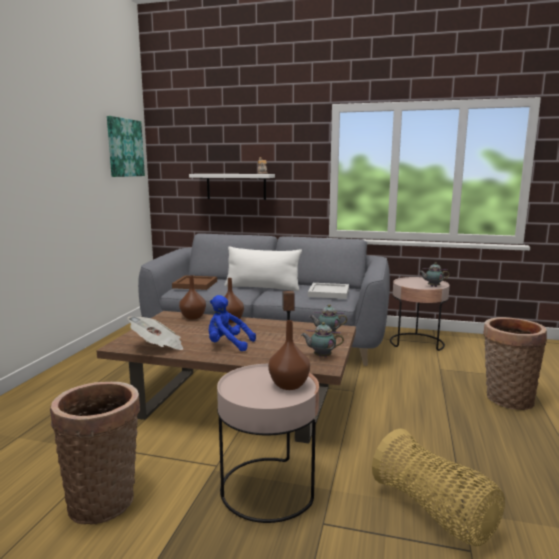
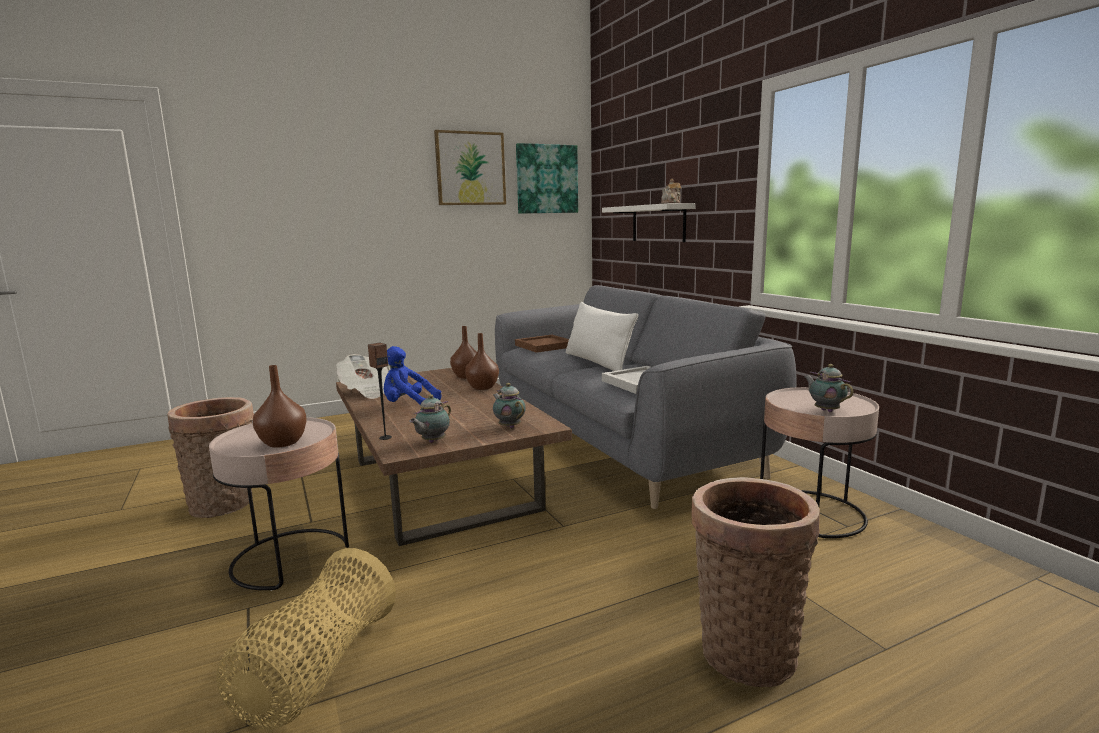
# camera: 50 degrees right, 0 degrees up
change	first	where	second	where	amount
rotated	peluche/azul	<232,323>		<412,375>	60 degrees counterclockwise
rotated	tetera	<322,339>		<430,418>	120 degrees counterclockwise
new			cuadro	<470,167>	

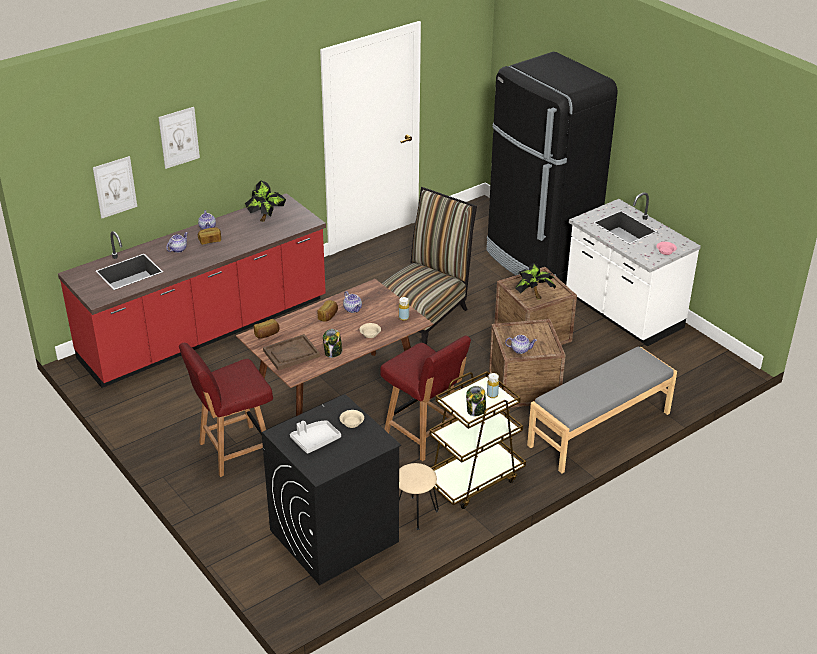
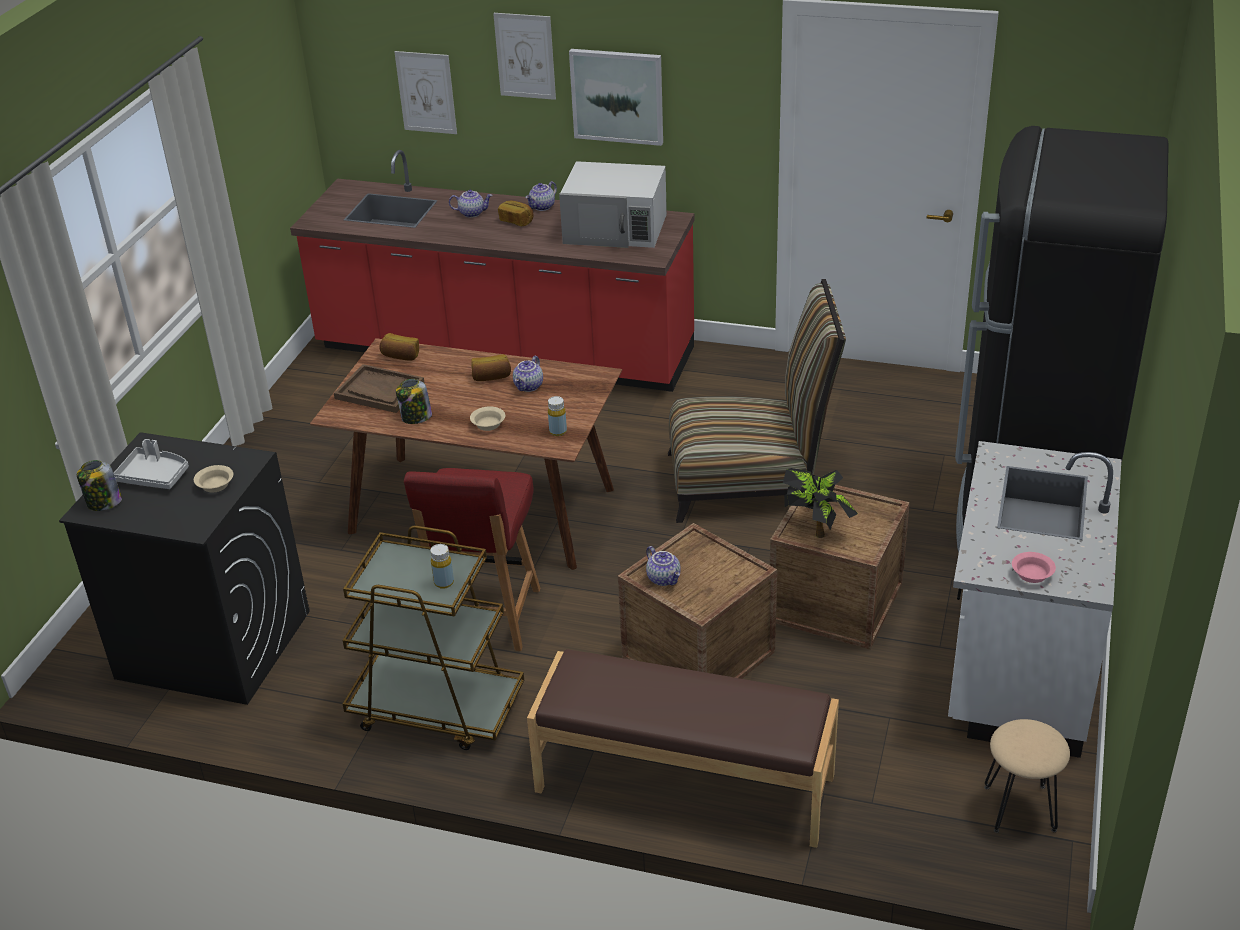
# camera: 55 degrees right, 0 degrees up
change	first	where	second	where	amount
shifted	tarro	<476,401>		<99,485>	
repainted	banco/gris	<602,409>	banco/marrón	<683,748>	
swapped	planta en maceta	<265,201>	microondas/blanco	<613,204>	
new			cuadro	<616,97>	
shifted	taburete/beis	<419,496>		<1027,776>	
gone	silla/rojo	<226,410>			

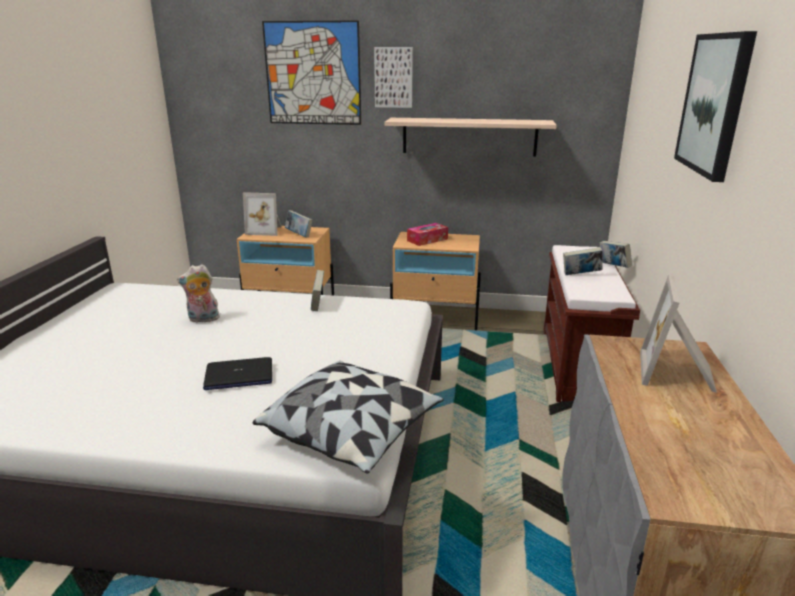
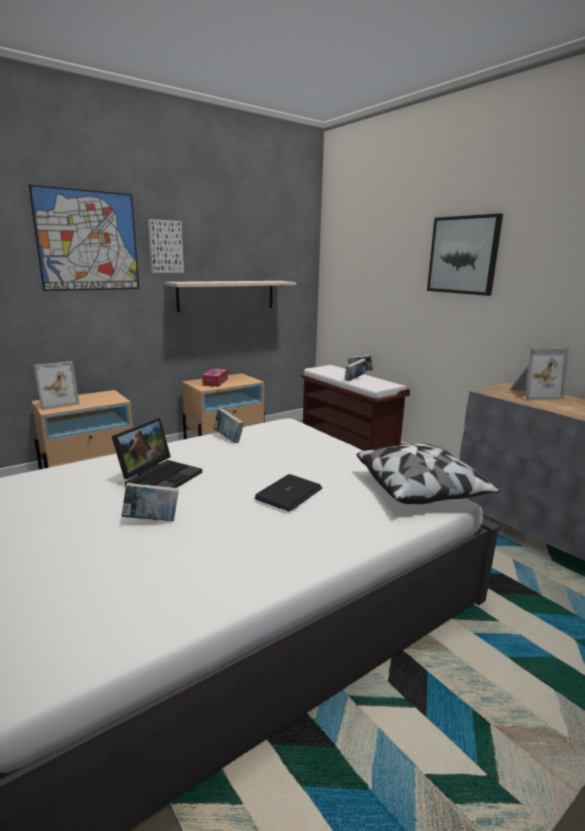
# camera: 45 degrees left, 5 degrees down
change	first	where	second	where	amount
swapped	peluche	<198,293>	portátil	<157,453>	
shifted	libro	<298,223>		<150,502>	
rotated	portarretratos	<678,334>		<539,373>	75 degrees counterclockwise

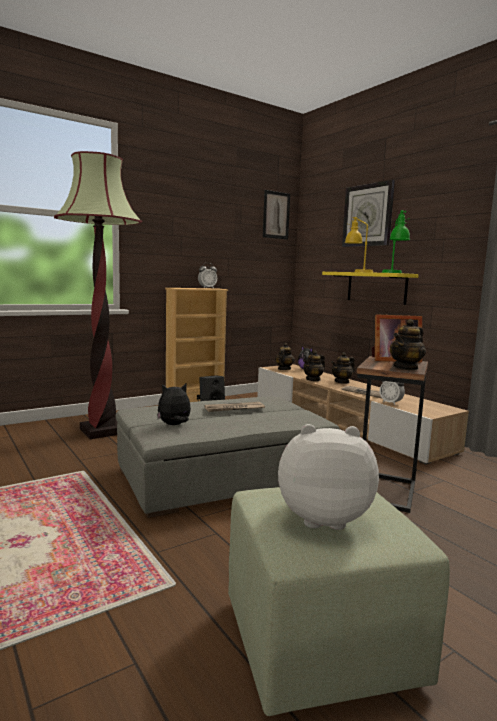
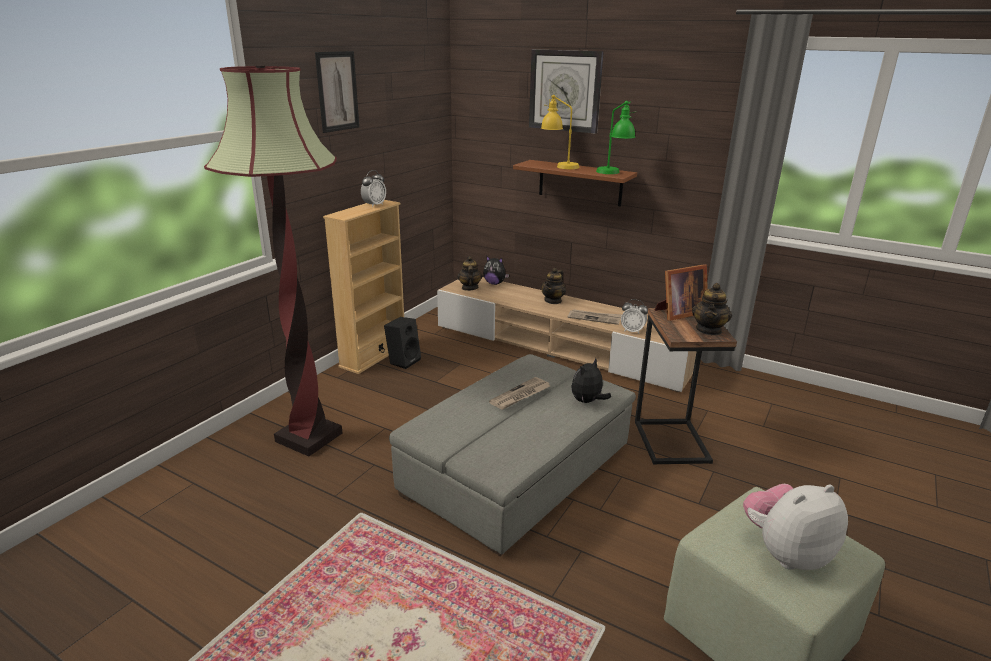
# camera: 25 degrees left, 15 degrees up
change	first	where	second	where	amount
shifted	cuadro	<276,215>		<337,92>	
repainted	estante/amarillo	<370,288>	estante/marrón	<575,183>	
shifted	peluche	<174,404>		<591,380>	
gone	tetera	<314,365>			

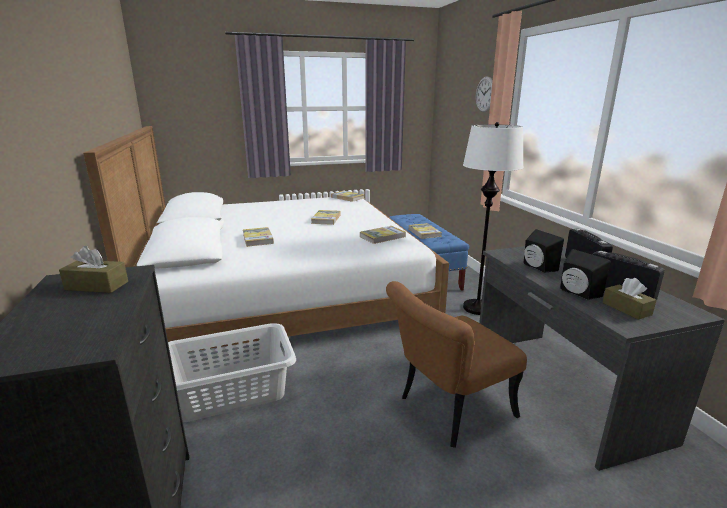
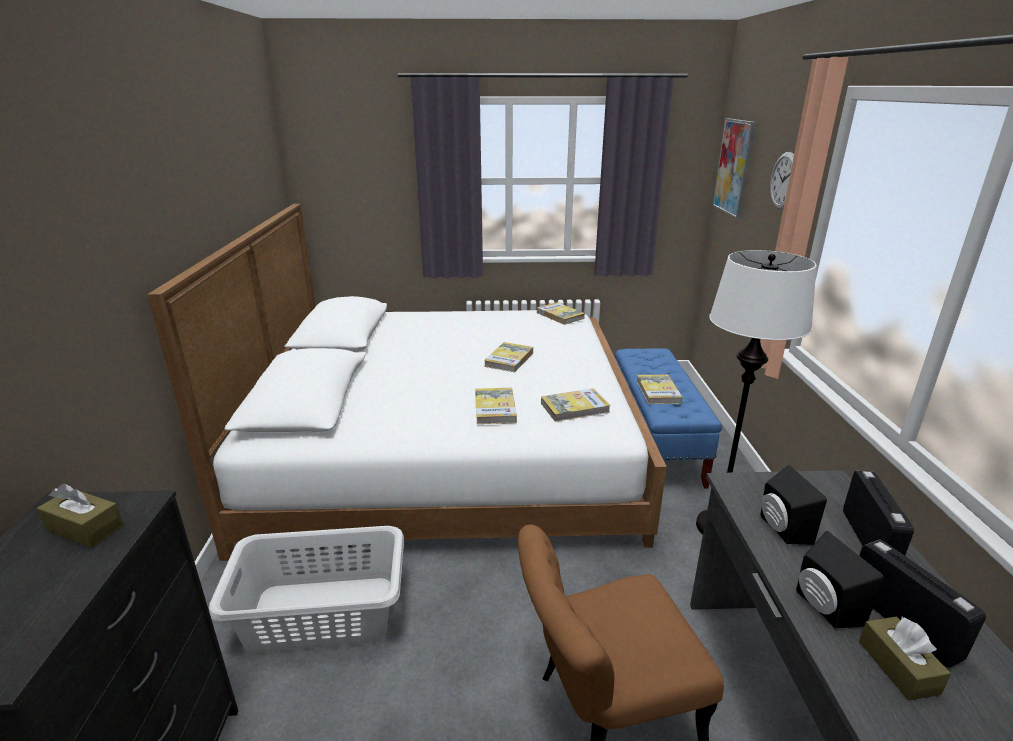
# camera: 15 degrees right, 5 degrees up
change	first	where	second	where	amount
shifted	libro	<258,237>		<496,406>	
new			cuadro	<734,168>	

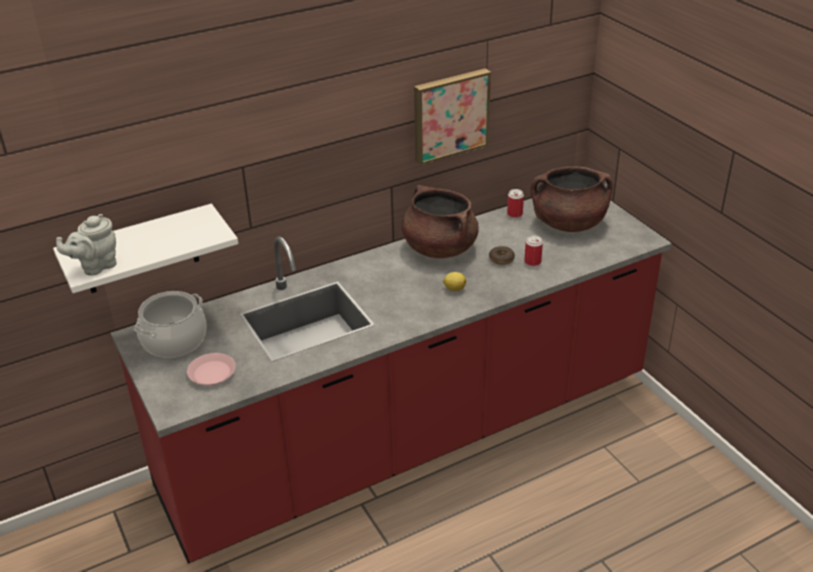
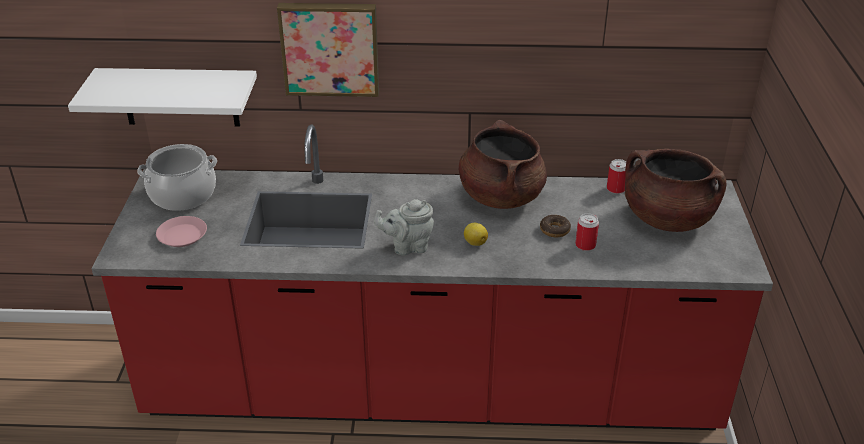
# camera: 30 degrees right, 0 degrees up
change	first	where	second	where	amount
shifted	cuadro	<452,116>		<328,50>	
shifted	tetera/gris	<86,245>		<404,227>	

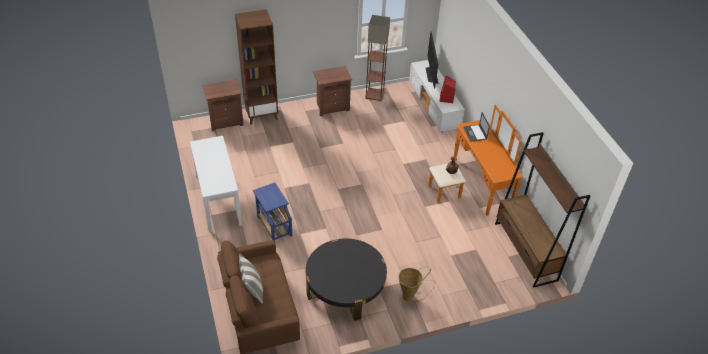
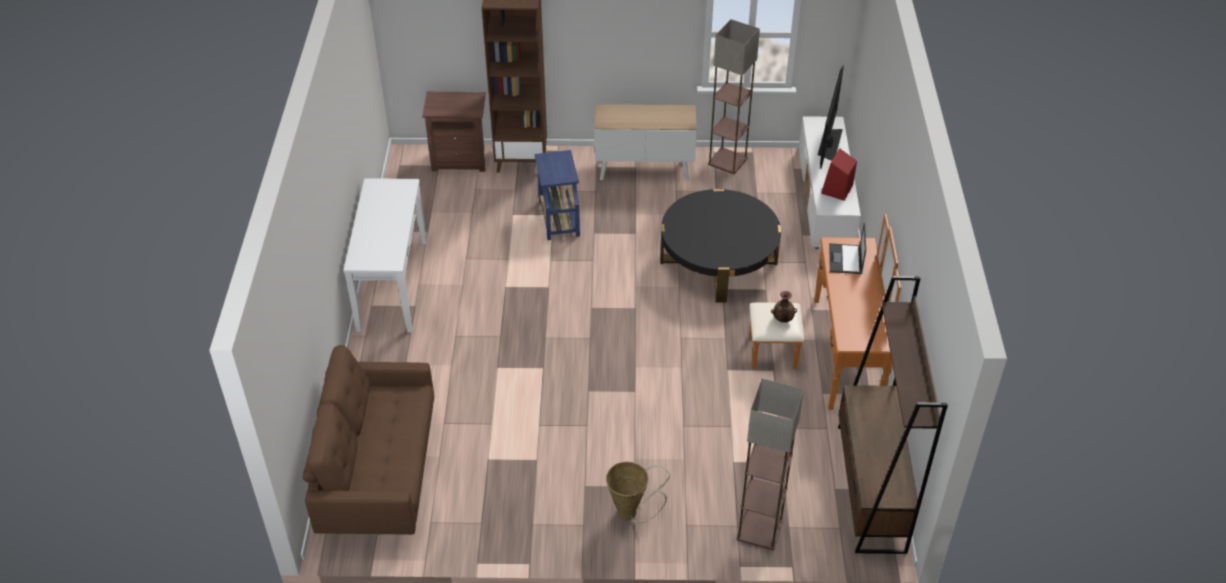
# camera: 20 degrees right, 0 degrees up
change	first	where	second	where	amount
shifted	mesa auxiliar/azul	<272,212>		<557,195>	
swapped	mesita de noche/marrón	<332,91>	armario	<646,142>	
shifted	mesa de centro/negro	<346,279>		<720,246>	
new			lámpara de pie	<770,464>	
gone	cojín	<251,278>			

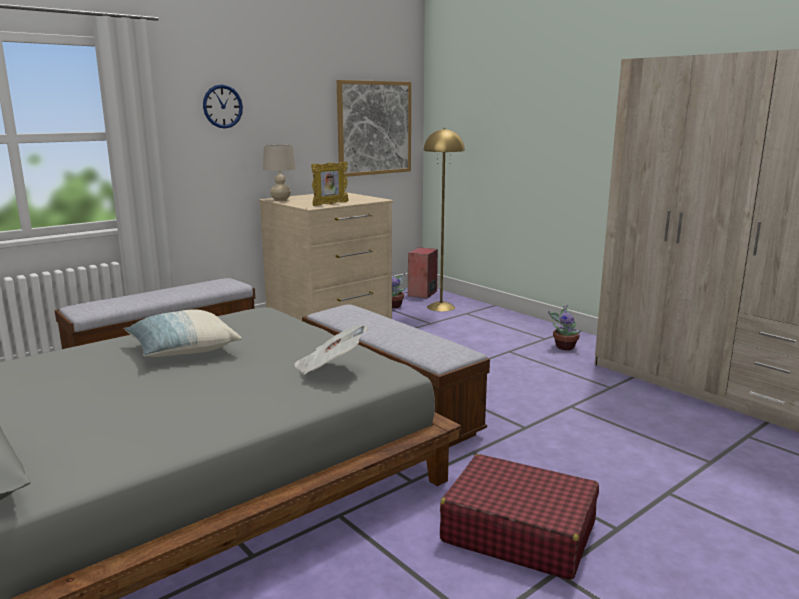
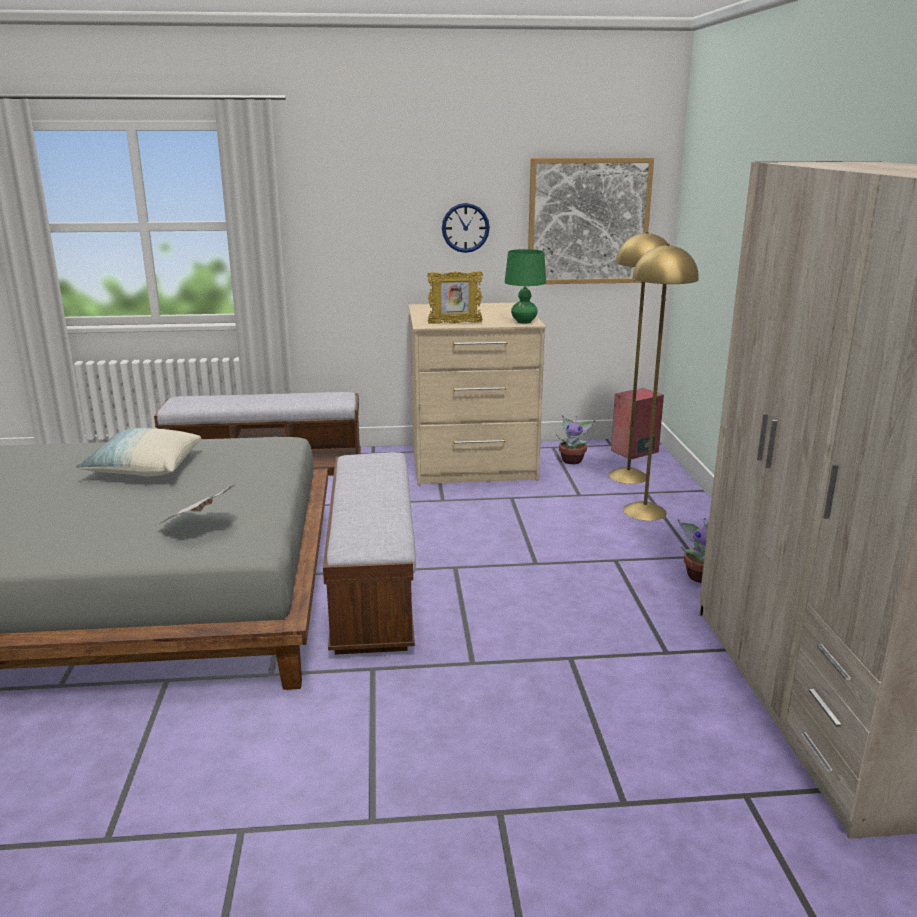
# camera: 35 degrees right, 5 degrees up
change	first	where	second	where	amount
shifted	reloj de pared	<223,106>		<466,228>	
new			lámpara de mesa/verde	<525,286>	
new			lámpara de pie/amarillo	<661,382>	
gone	lámpara de mesa/beis	<279,173>			
gone	maleta/rojo	<519,517>			

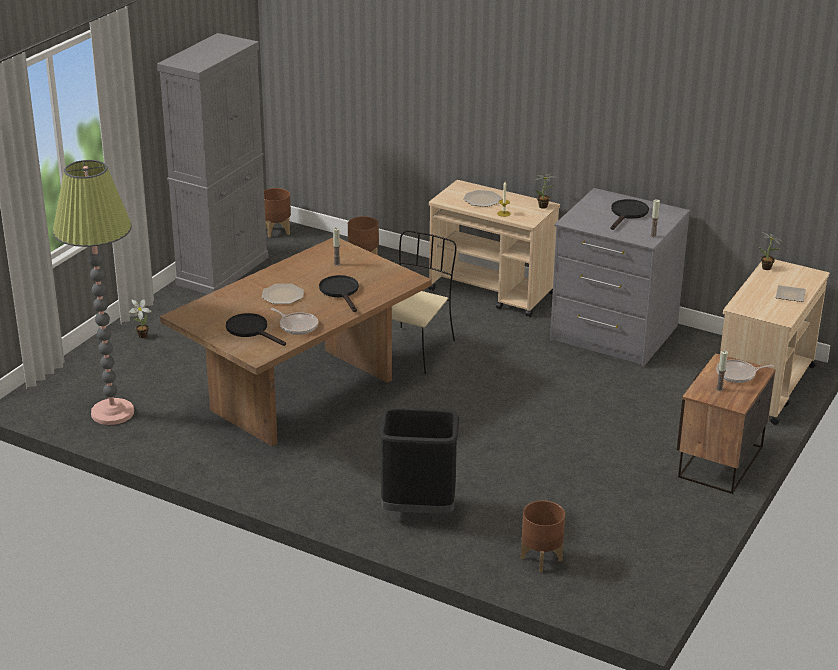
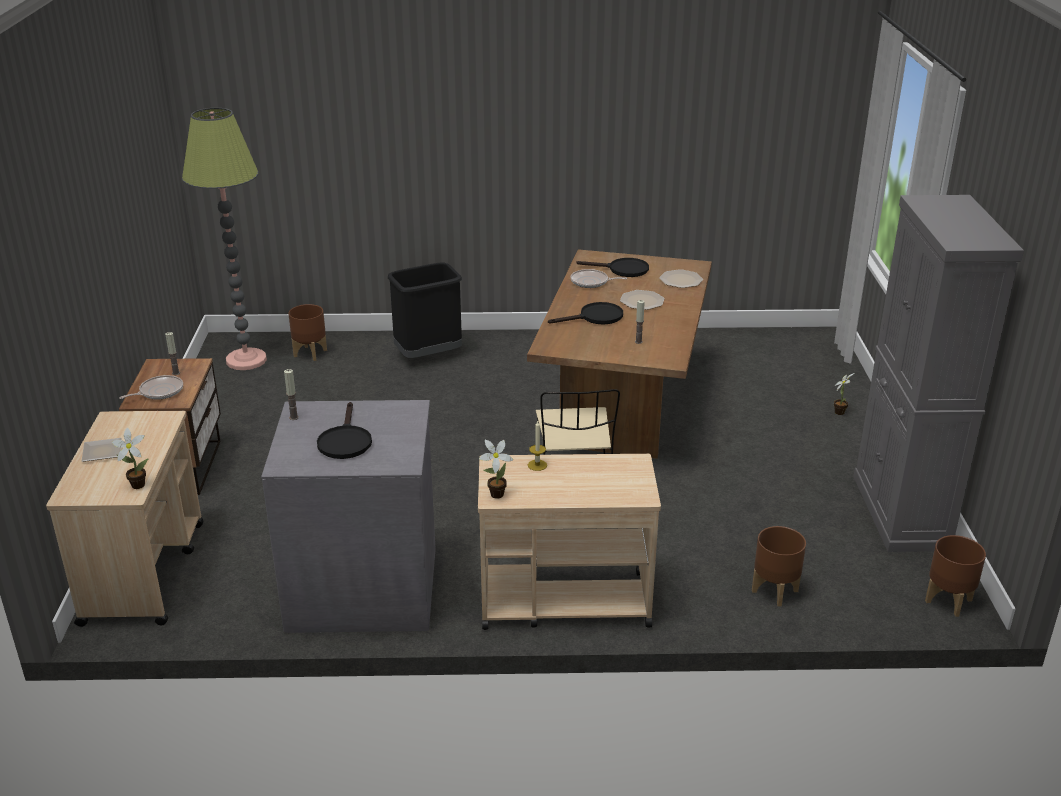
# camera: 150 degrees right, 0 degrees up
change	first	where	second	where	amount
shifted	lámpara de pie	<93,292>		<224,239>	
rotated	sartén/negro	<339,293>		<585,313>	60 degrees counterclockwise
shifted	plato	<482,198>		<681,278>	

